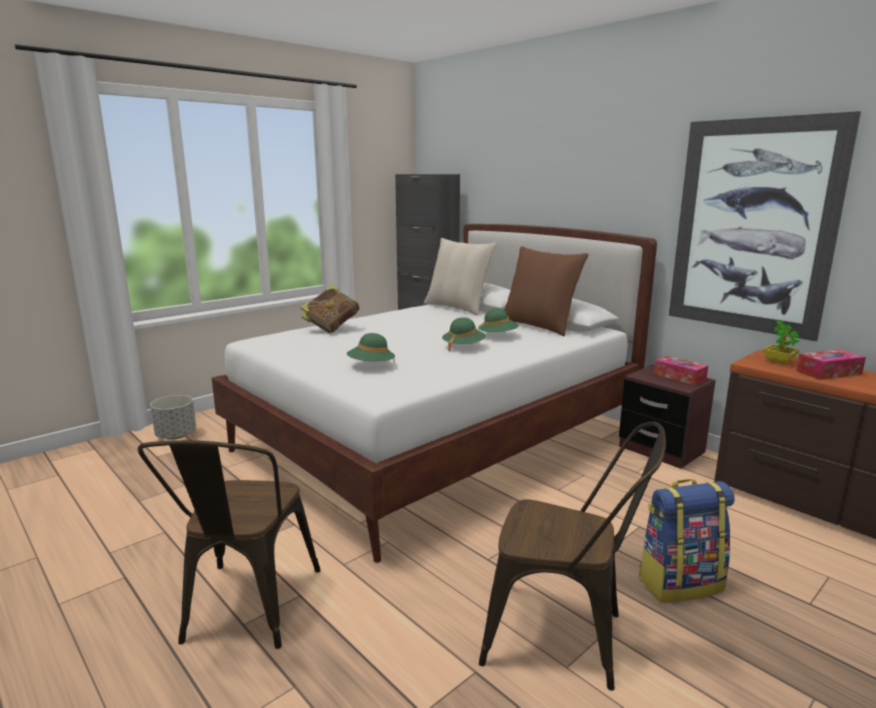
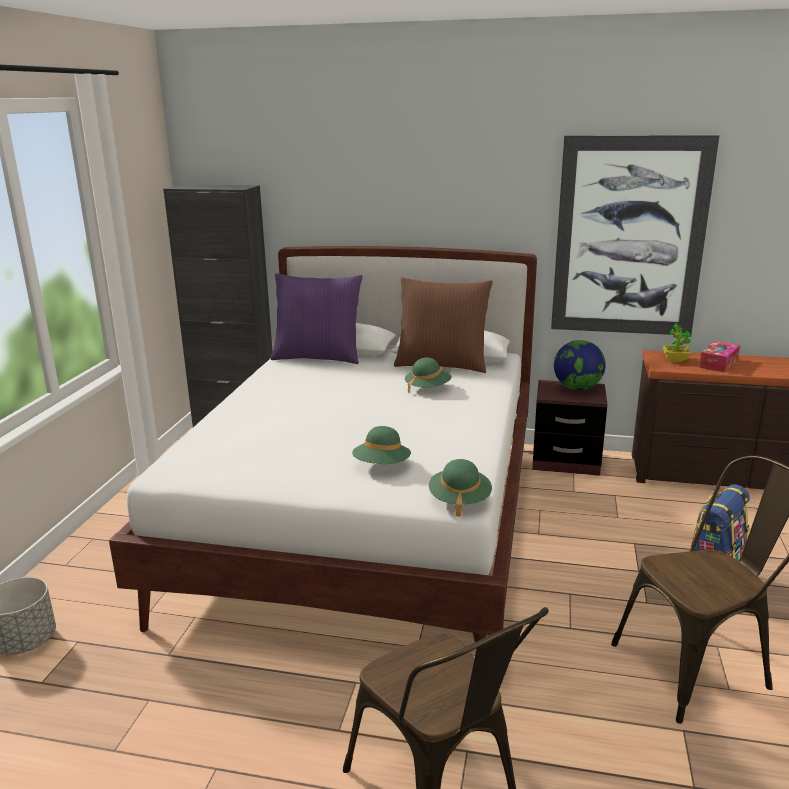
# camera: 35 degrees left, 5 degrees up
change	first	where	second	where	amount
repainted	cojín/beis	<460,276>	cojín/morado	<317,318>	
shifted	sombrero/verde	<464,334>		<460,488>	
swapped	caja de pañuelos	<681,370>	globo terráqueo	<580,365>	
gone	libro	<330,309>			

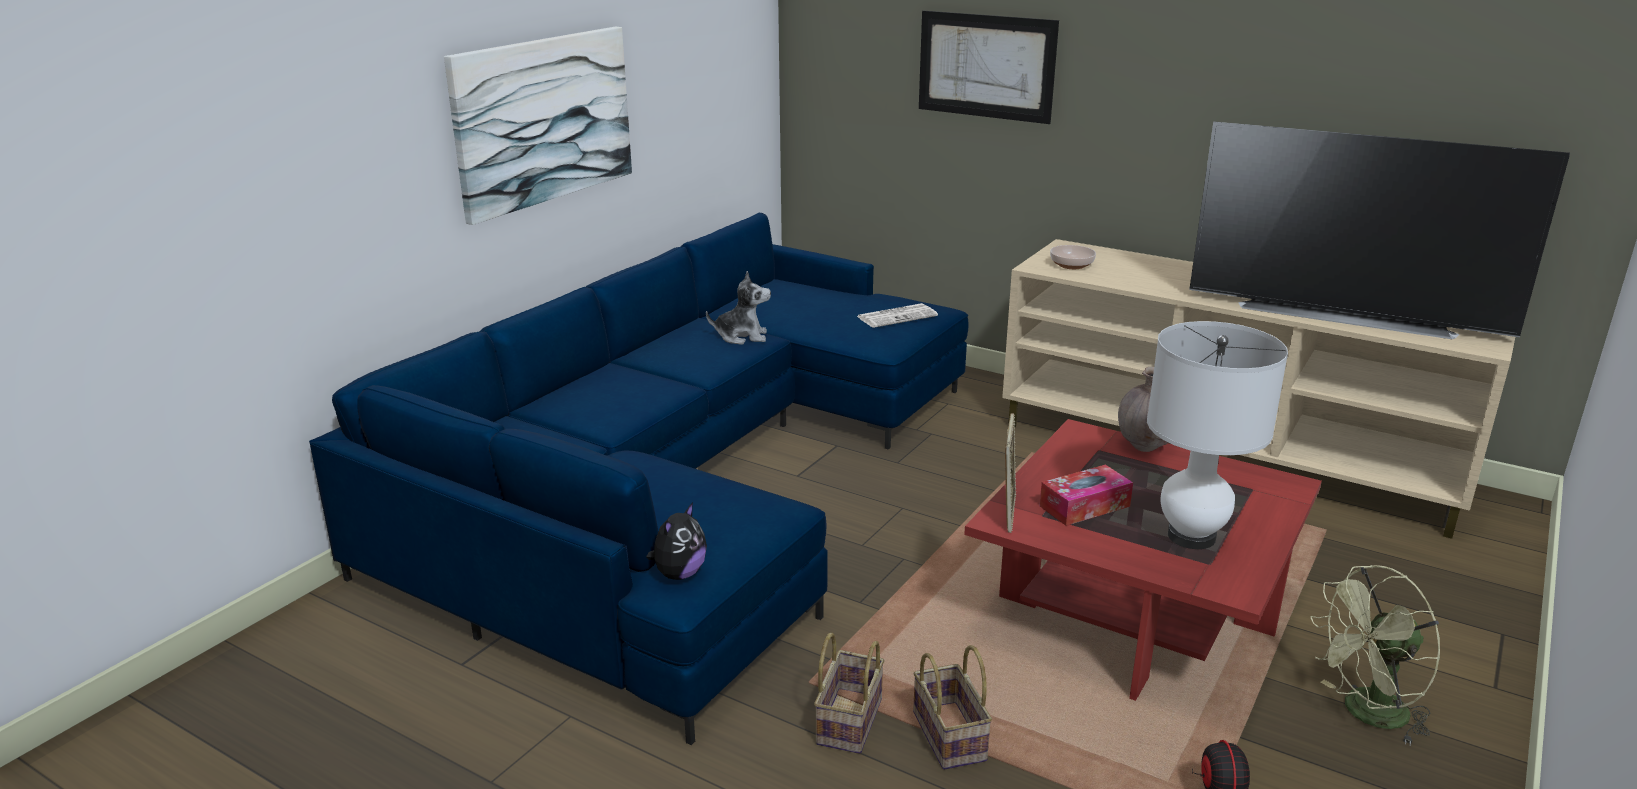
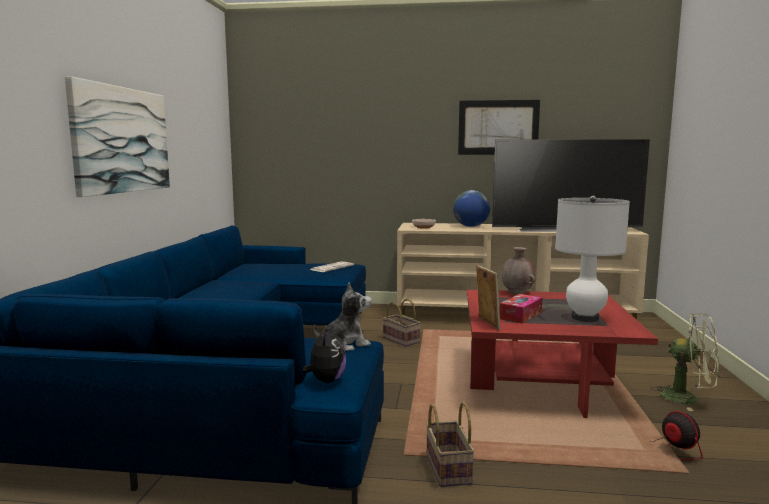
# camera: 25 degrees left, 15 degrees down
change	first	where	second	where	amount
shifted	peluche	<738,308>		<342,317>	
shifted	cesta	<952,707>		<401,323>	
new			globo terráqueo	<471,208>	
shifted	cuadro	<989,67>		<499,127>	
rotated	ventilador/verde	<1375,655>		<685,362>	105 degrees counterclockwise

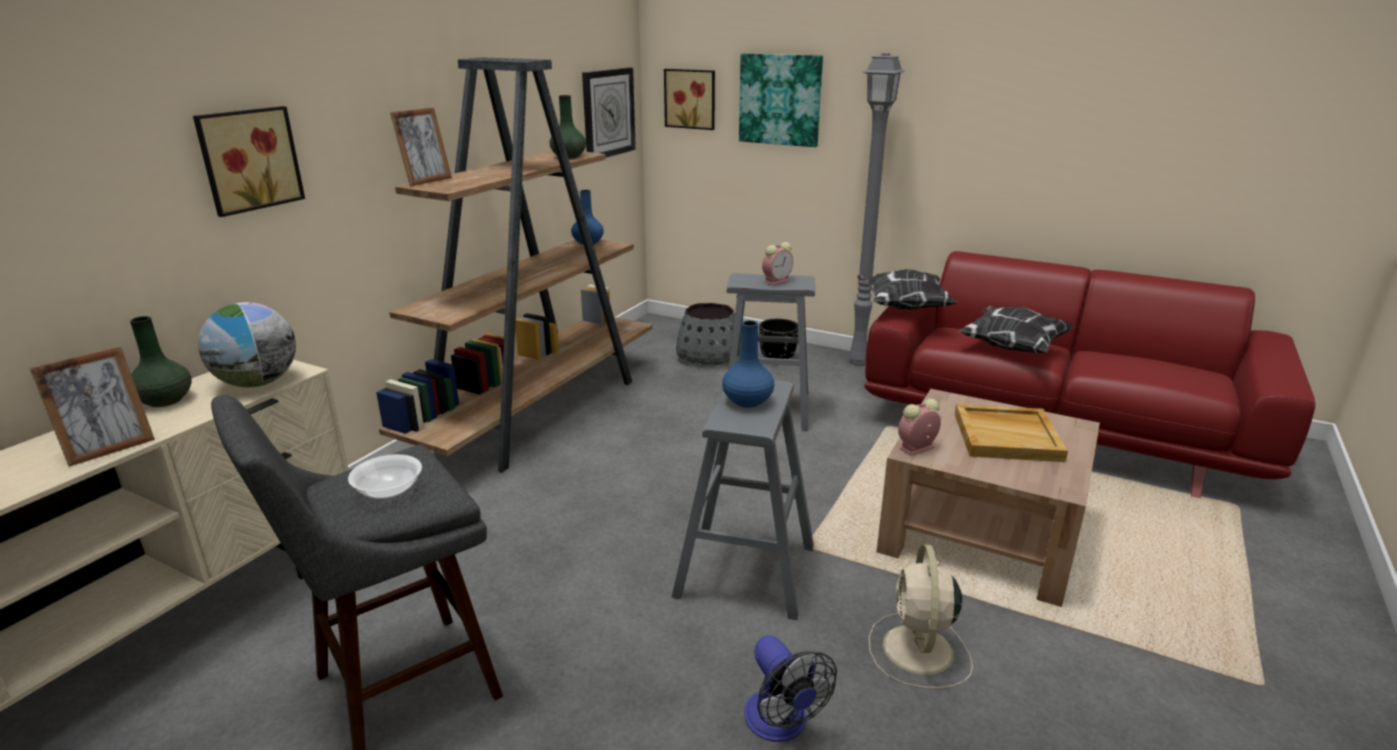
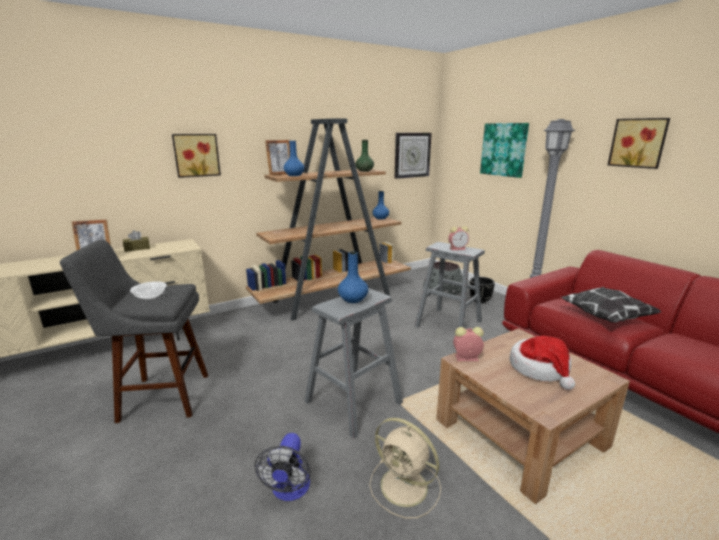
# camera: 30 degrees right, 5 degrees down
change	first	where	second	where	amount
swapped	florero/verde	<161,361>	caja de pañuelos/marrón	<136,241>	
new			florero/azul	<294,158>	
rotated	ventilador/beis	<921,616>		<405,468>	90 degrees counterclockwise
swapped	bandeja/beis	<1011,433>	sombrero	<542,362>	
shifted	cuadro	<689,99>		<639,143>	
gone	globo terráqueo	<247,344>			
gone	cojín	<907,289>			

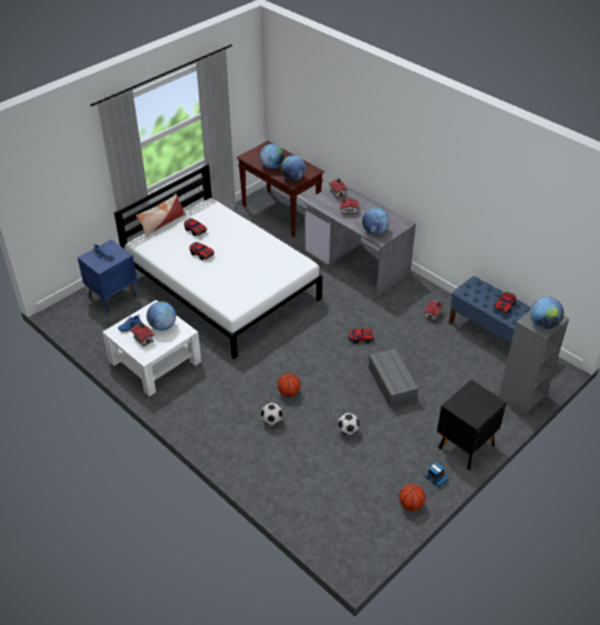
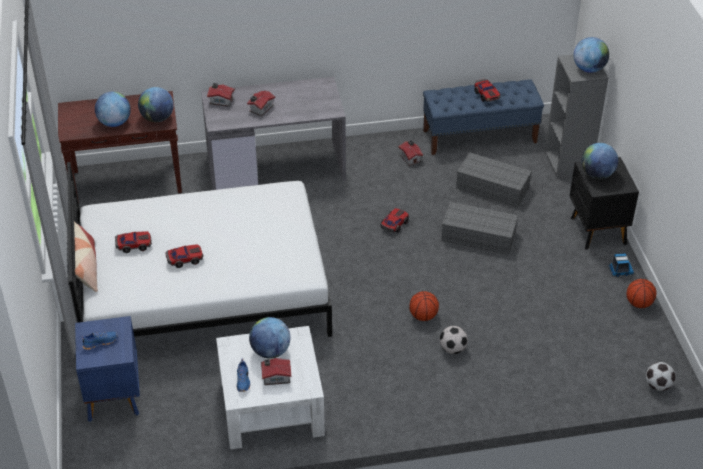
# camera: 55 degrees left, 0 degrees up
change	first	where	second	where	amount
new			caja de almacenaje/gris	<494,179>	
shifted	globo terráqueo	<375,221>		<599,161>	
shifted	balón de fútbol	<348,424>		<660,376>	

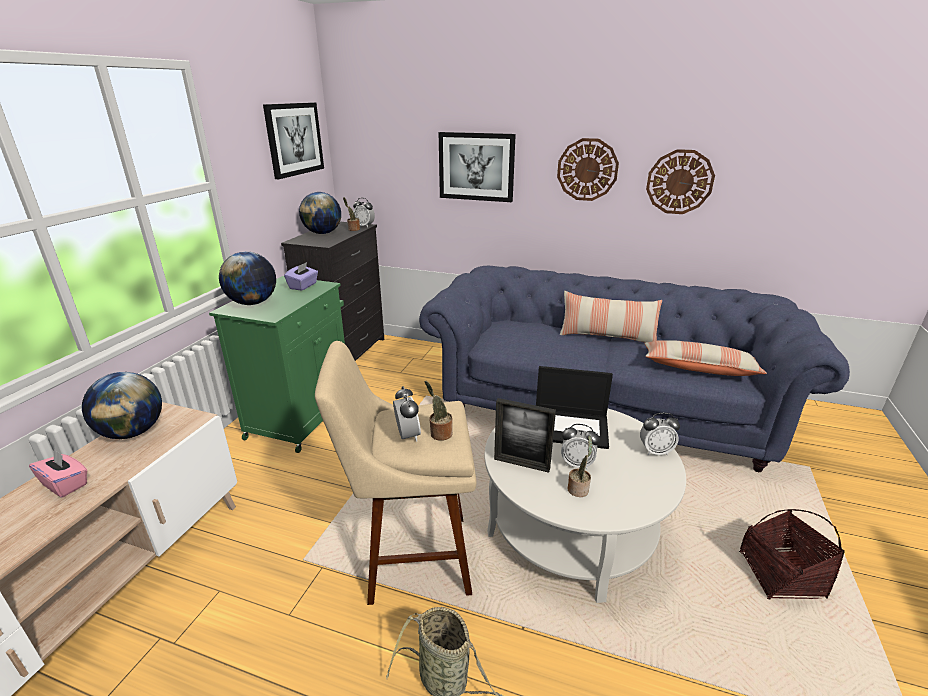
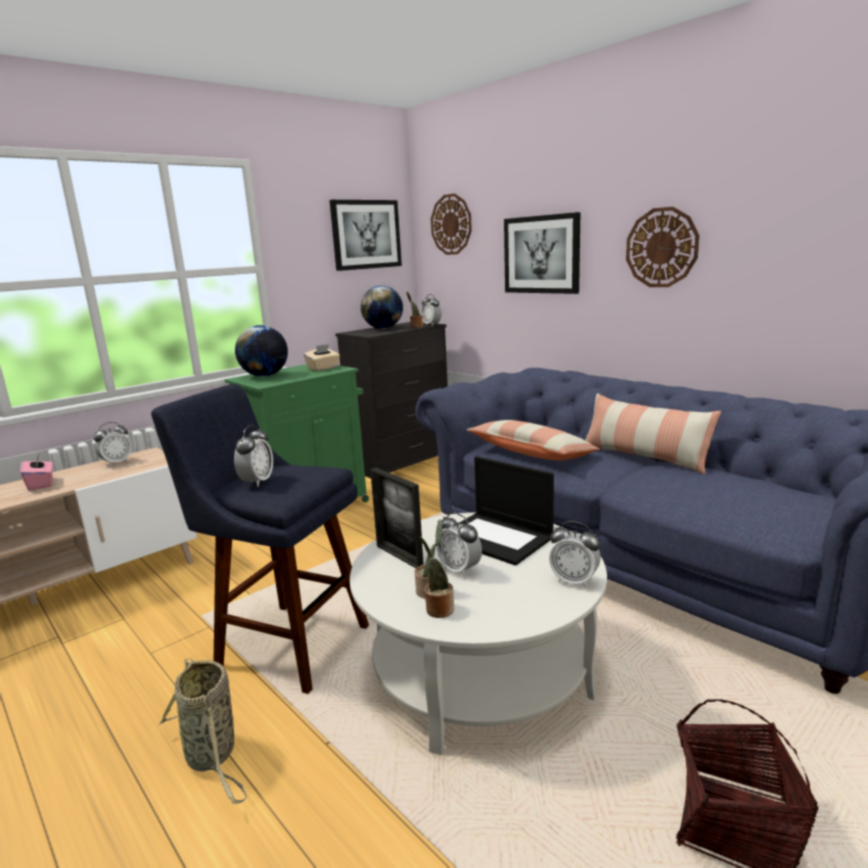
# camera: 30 degrees right, 10 degrees down
change	first	where	second	where	amount
swapped	globo terráqueo	<122,405>	despertador	<113,444>	
repainted	taburete/beis	<396,473>	taburete/azul	<260,539>	
repainted	caja de pañuelos/morado	<301,276>	caja de pañuelos/beis	<322,357>	
shifted	planta en maceta	<439,411>		<436,577>	
shifted	reloj de pared	<680,181>		<451,224>	
shifted	cojín	<706,358>		<533,440>	

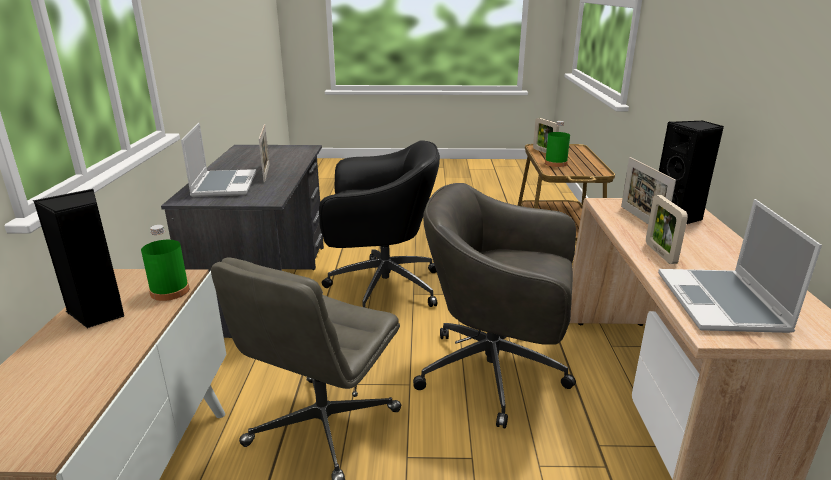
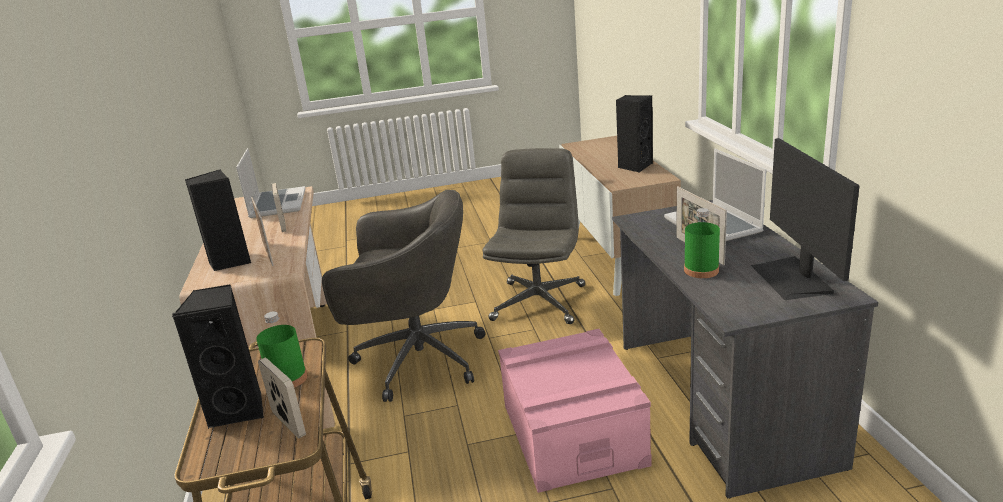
# camera: 170 degrees right, 0 degrees up
change	first	where	second	where	amount
new			altavoz/negro	<218,356>	
swapped	silla de oficina/negro	<379,224>	caja de almacenaje/rosa	<575,411>	
shifted	botella/verde	<165,263>		<702,243>	
new			monitor	<805,219>	

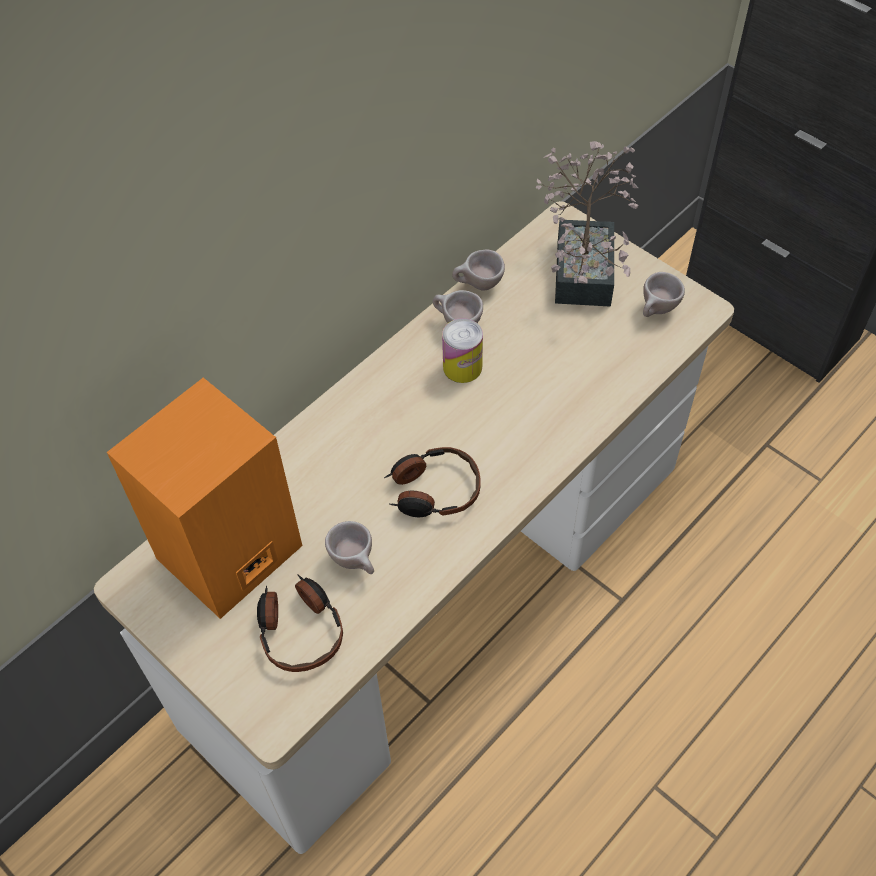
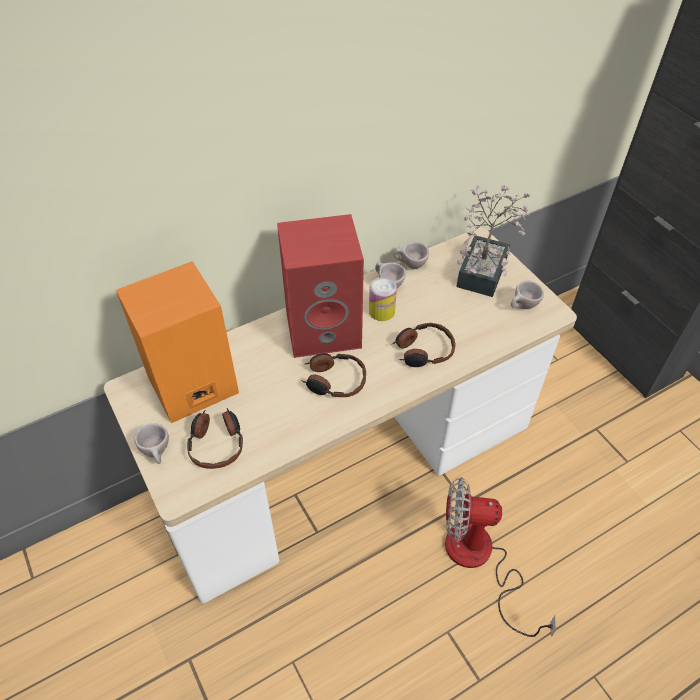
# camera: 15 degrees right, 5 degrees down
change	first	where	second	where	amount
shifted	taza/beis	<349,547>		<151,443>	
new			altavoz/rojo	<320,286>	
new			auriculares	<424,345>	
new			ventilador	<500,557>	

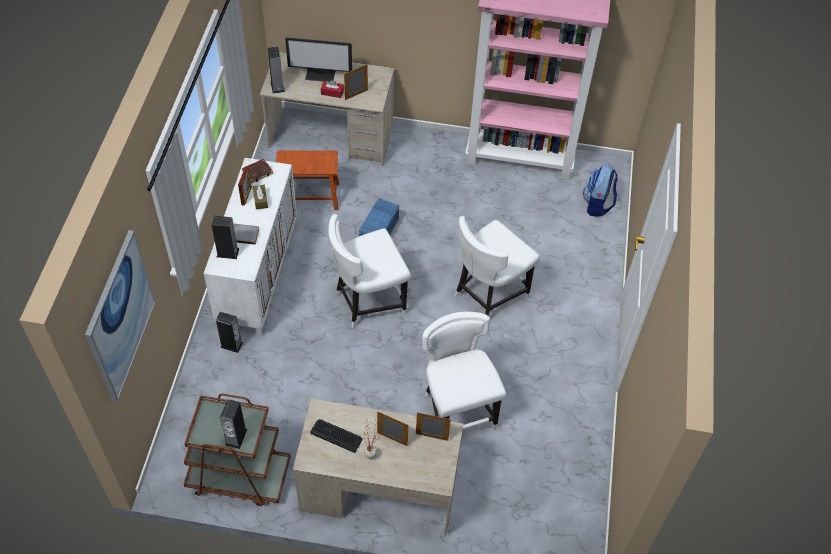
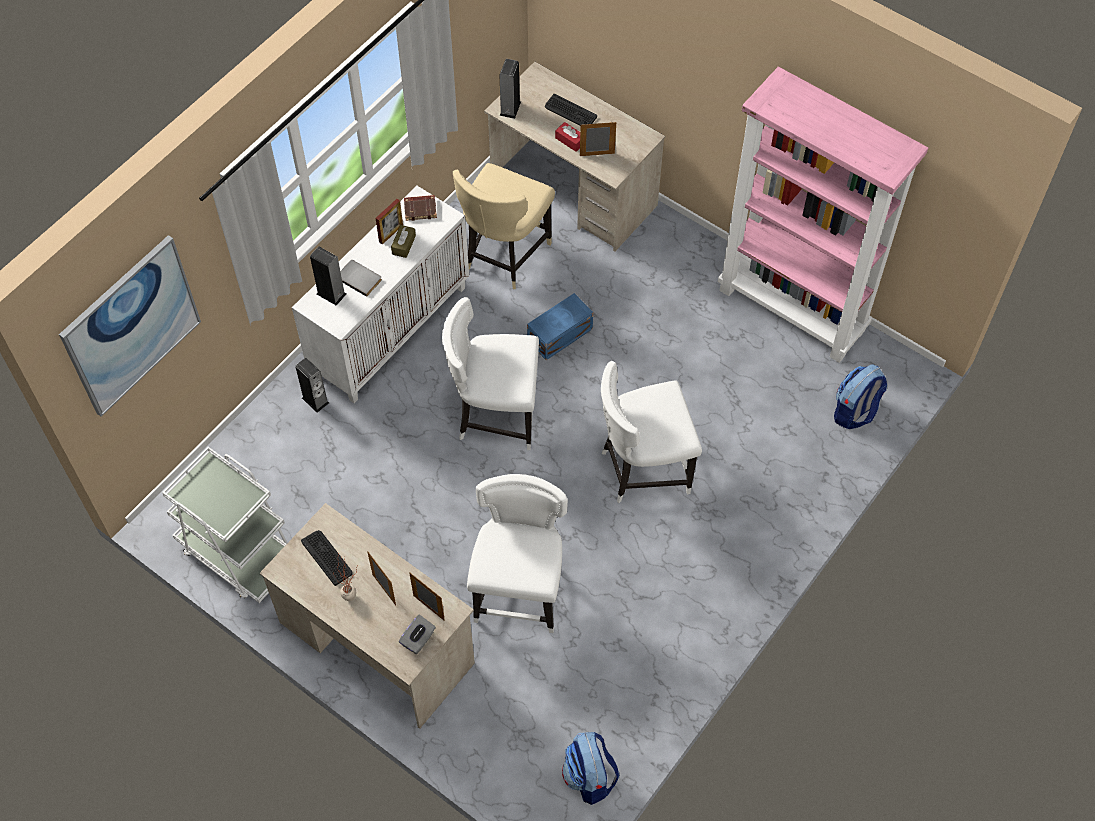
# camera: 30 degrees right, 5 degrees up
change	first	where	second	where	amount
repainted	carrito/marrón	<237,450>	carrito/blanco	<224,525>	
new			caja de pañuelos/gris	<417,634>	
swapped	taburete/marrón	<307,180>	silla/beis	<504,226>	
swapped	monitor	<318,59>	teclado	<571,110>	
new			mochila	<591,768>	
gone	altavoz	<233,424>			

